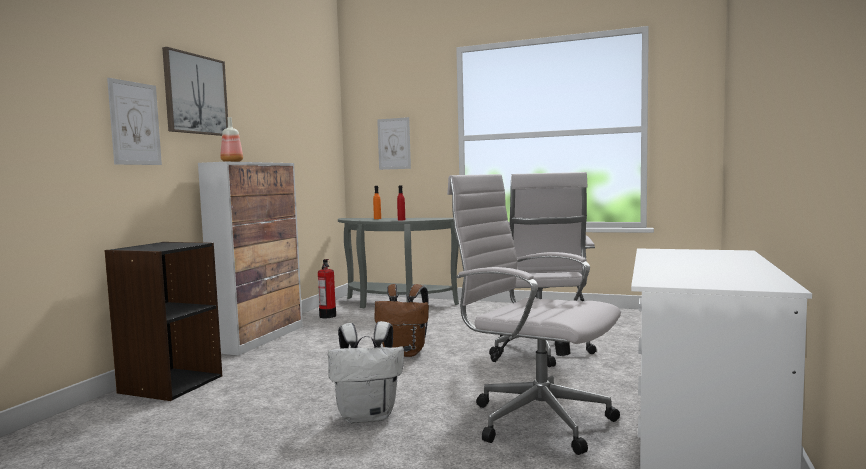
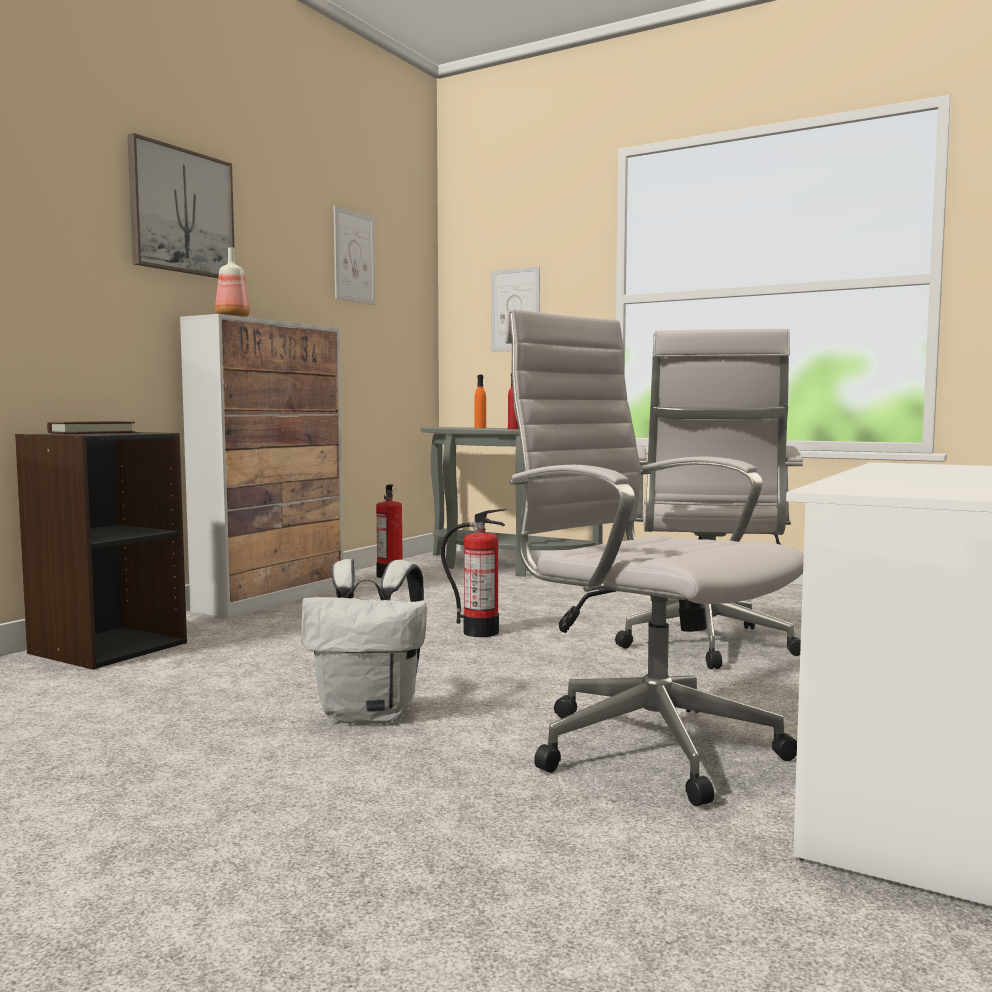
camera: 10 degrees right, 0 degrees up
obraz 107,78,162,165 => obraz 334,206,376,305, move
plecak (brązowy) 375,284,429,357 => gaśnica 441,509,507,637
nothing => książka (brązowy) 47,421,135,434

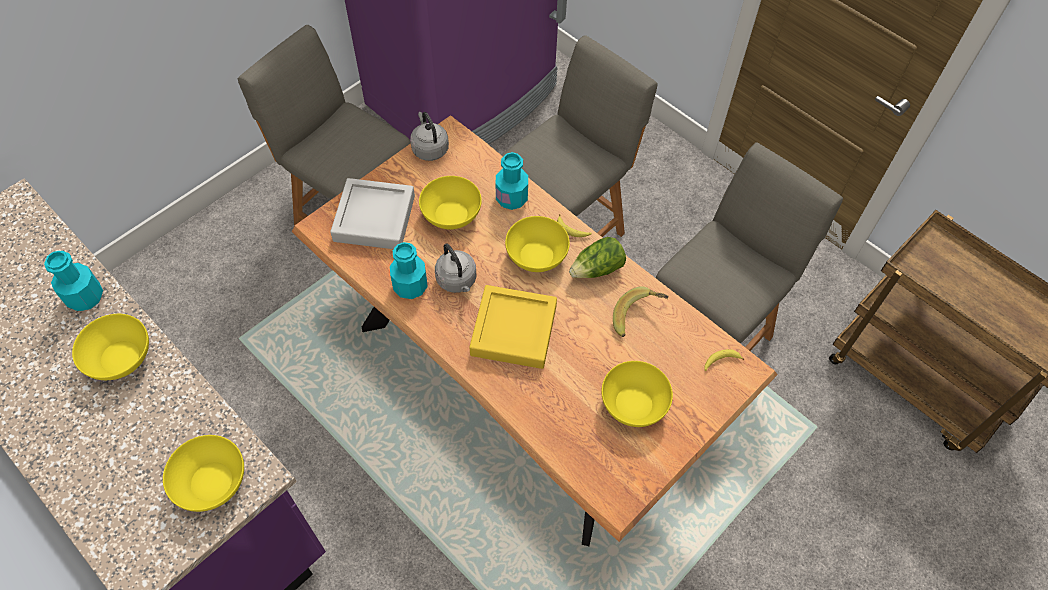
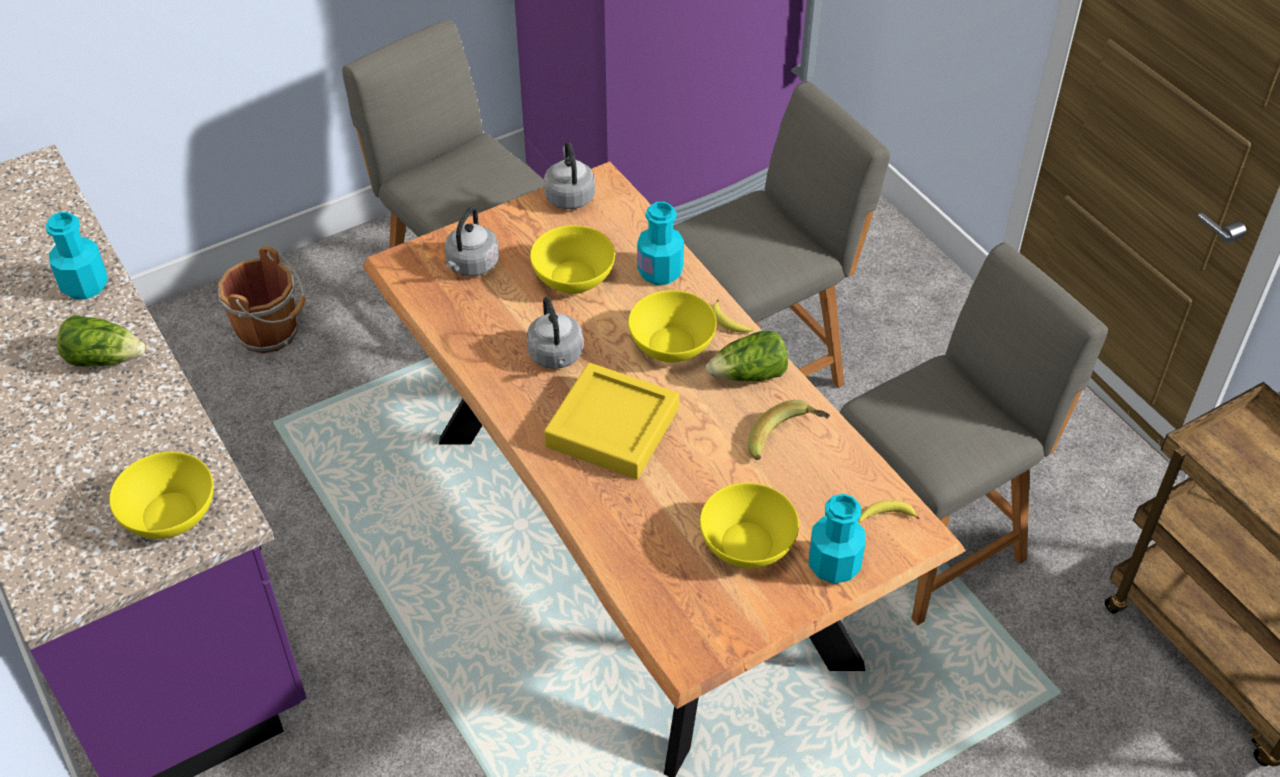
camera: 15 degrees right, 10 degrees down
taca (szary) 330,178,415,249 => czajnik (szary) 445,207,499,276
butelka (turkusowy) 390,242,428,299 => butelka (turkusowy) 809,494,865,584, move
miska (żółty) 72,314,149,380 => sałata 57,315,146,367
nothing => wiadro (brązowy) 218,246,306,353

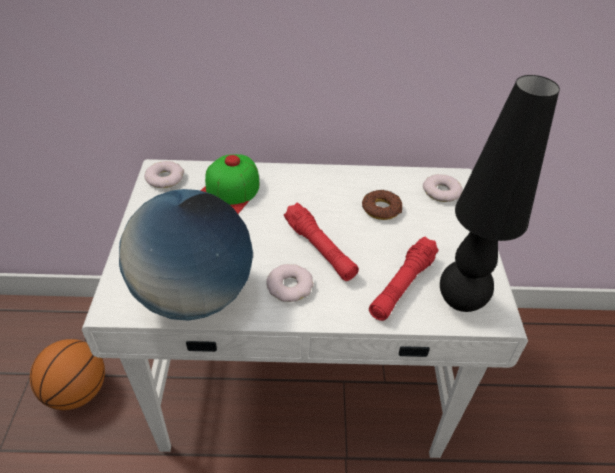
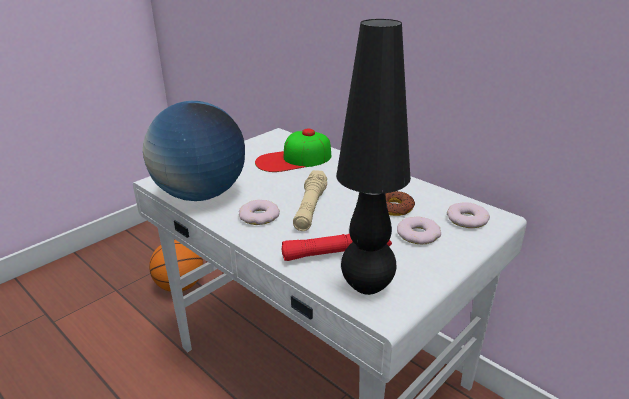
camera: 45 degrees right, 15 degrees down
donut 144,161,184,188 => donut 397,216,441,244, move
latarka (czerwony) 284,203,359,281 => latarka (beżowy) 293,170,327,231

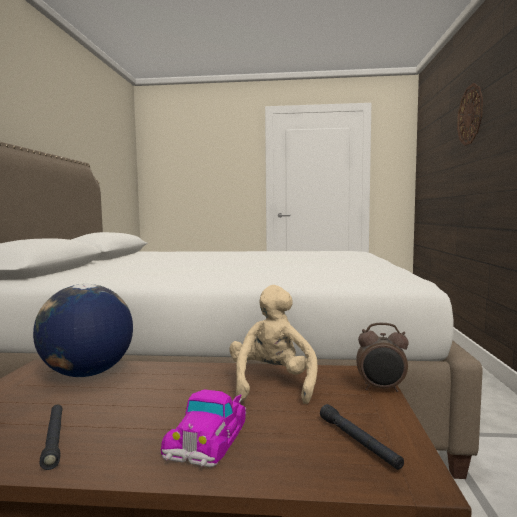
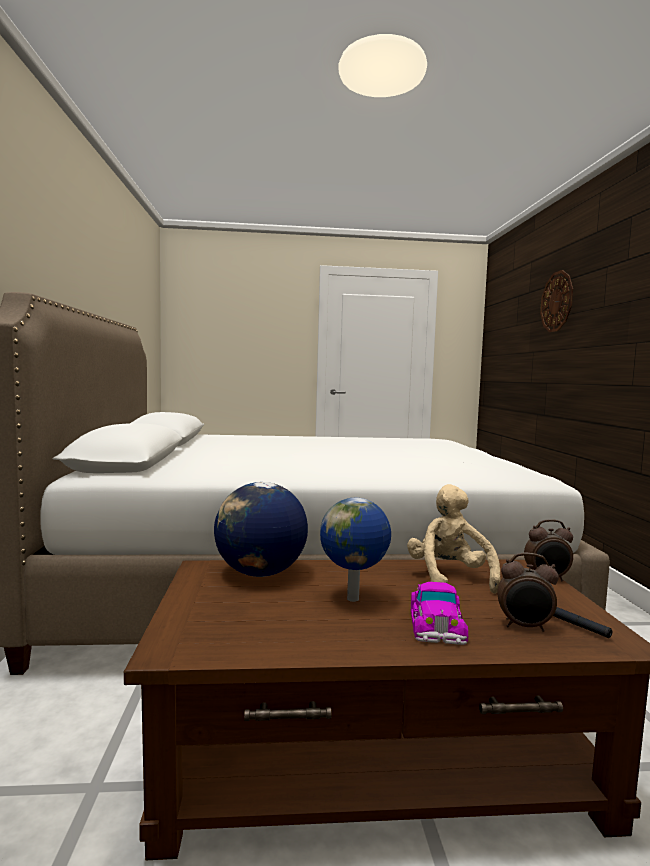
camera: 10 degrees left, 0 degrees up
latarka (czarny) 39,405,63,470 => nothing
nothing => globus 320,498,391,602
nothing => budzik 497,553,559,632

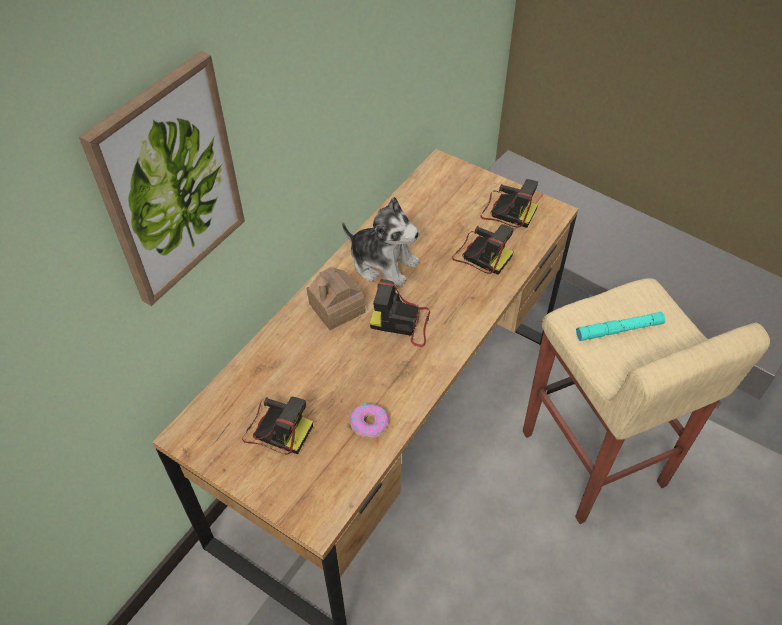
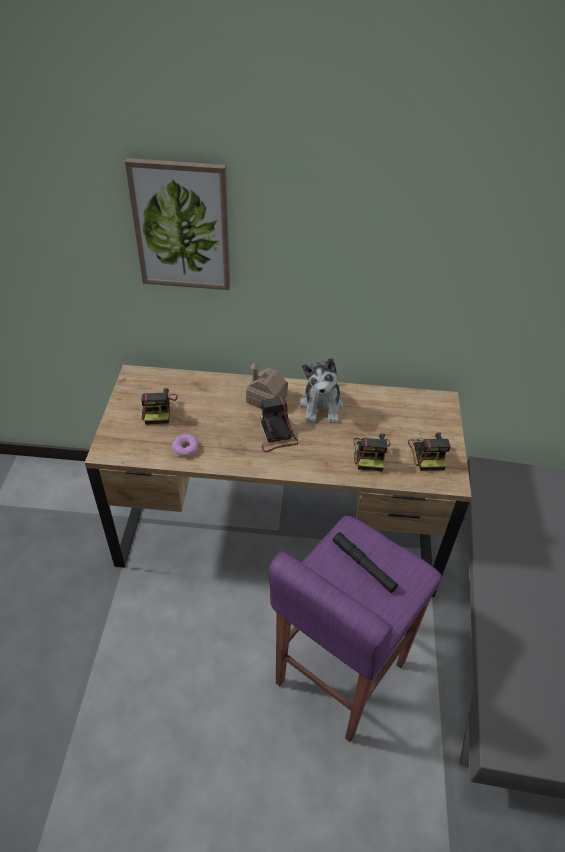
camera: 60 degrees right, 5 degrees down
stołek (beżowy) 523,278,770,524 => stołek (fioletowy) 268,516,442,742
latarka (turkusowy) 576,312,665,341 => latarka (czarny) 332,532,398,593

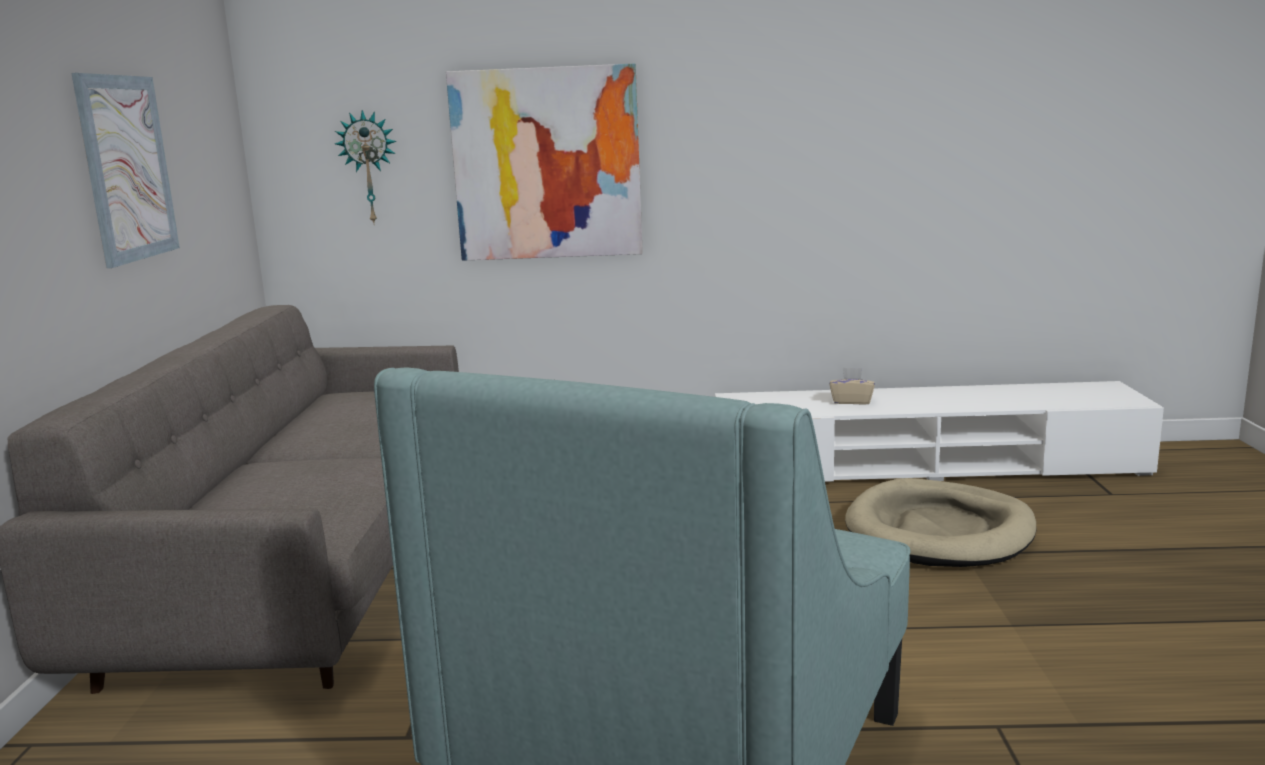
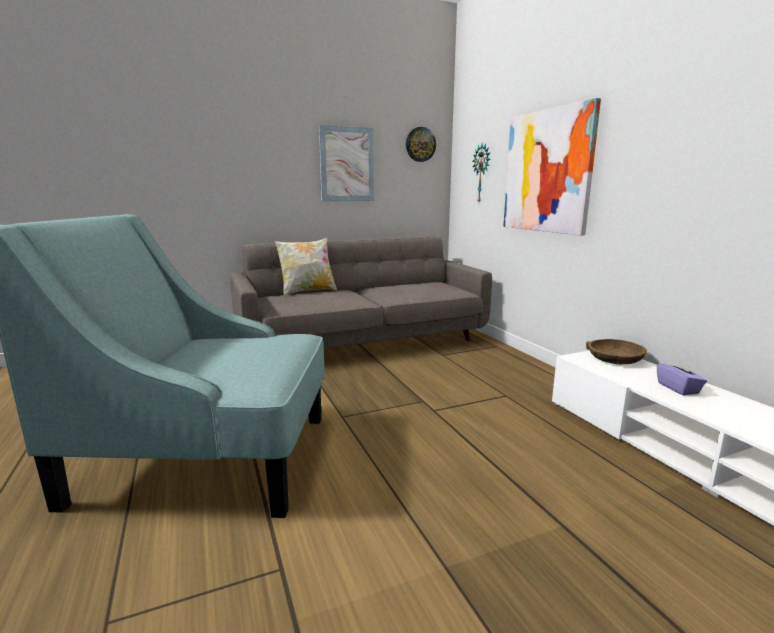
camera: 65 degrees right, 0 degrees up
pudełko chusteczek (beżowy) 830,367,875,405 => pudełko chusteczek (fioletowy) 657,357,707,395
legowisko (beżowy) 845,478,1036,567 => nothing
nothing => zegar ścienny 406,127,436,162
nothing => poduszka 274,238,337,296
nothing => miska (brązowy) 586,339,647,364

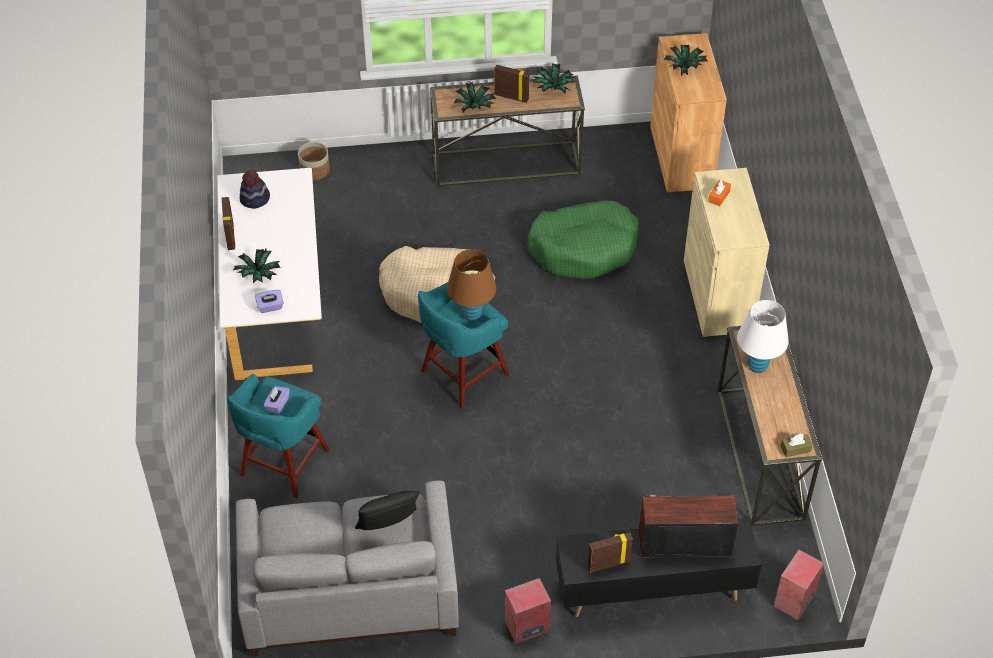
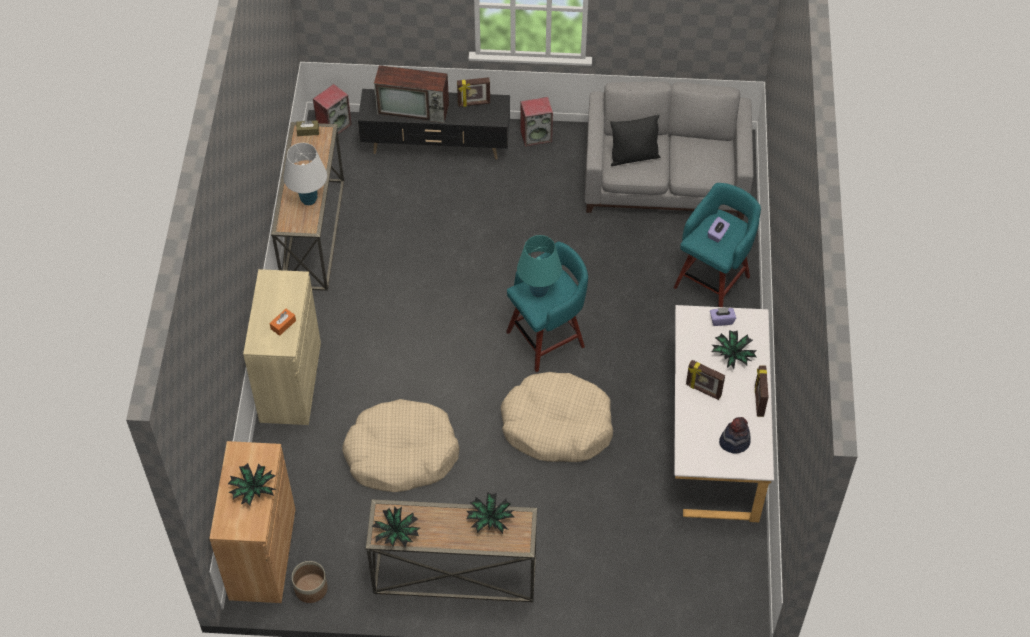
camera: 170 degrees left, 5 degrees up
ramka na zdjęcie 494,65,530,103 => ramka na zdjęcie 686,360,725,400, move
donica 298,142,330,180 => donica 292,561,328,603, move
legowisko (zielony) 527,200,639,279 => legowisko (beżowy) 342,399,460,492
lampa stołowa (brązowy) 447,249,496,322 => lampa stołowa (turkusowy) 517,235,562,297

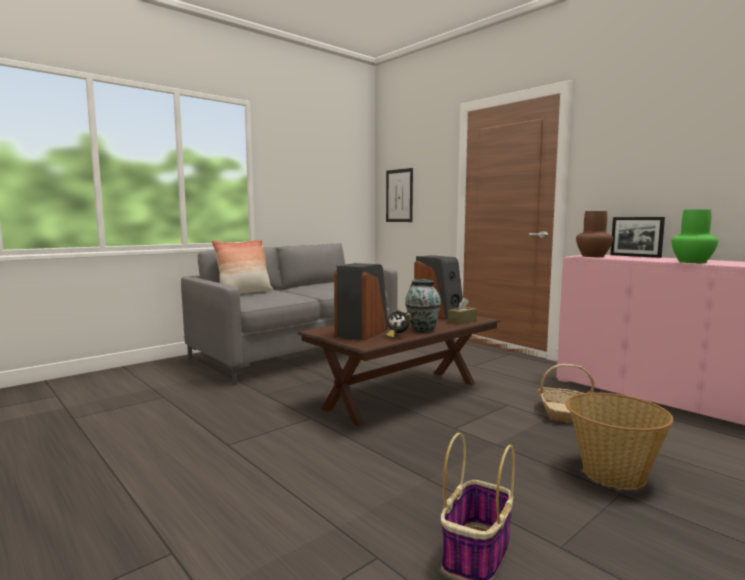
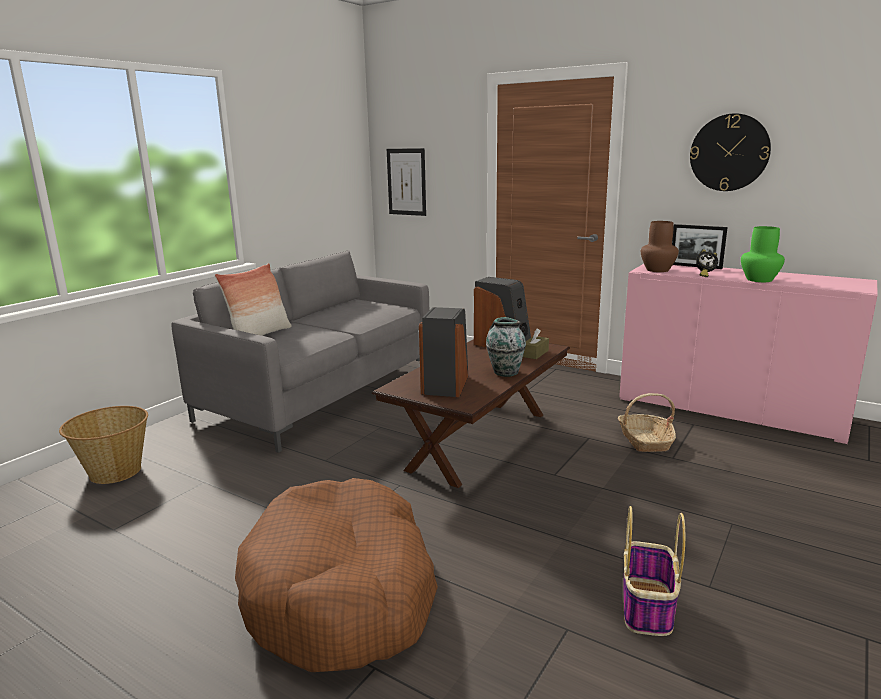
camera: 15 degrees left, 10 degrees up
budzik 386,309,411,339 => budzik 696,250,718,277, move
koszyk 565,392,674,489 => koszyk 59,406,148,484, move
nothing => zegar ścienny 690,113,771,191
nothing => legowisko (brązowy) 235,478,438,672

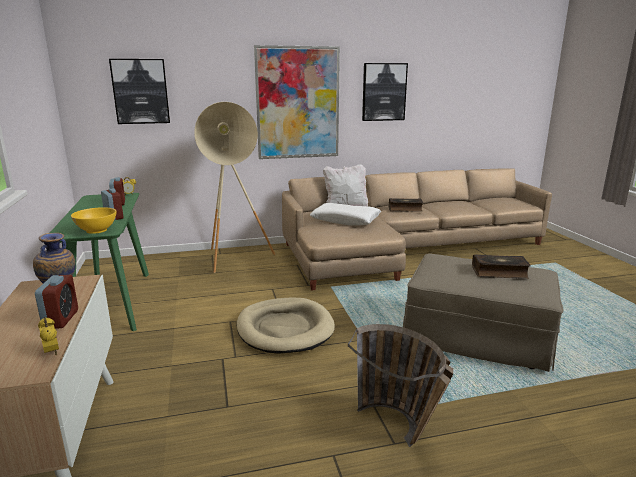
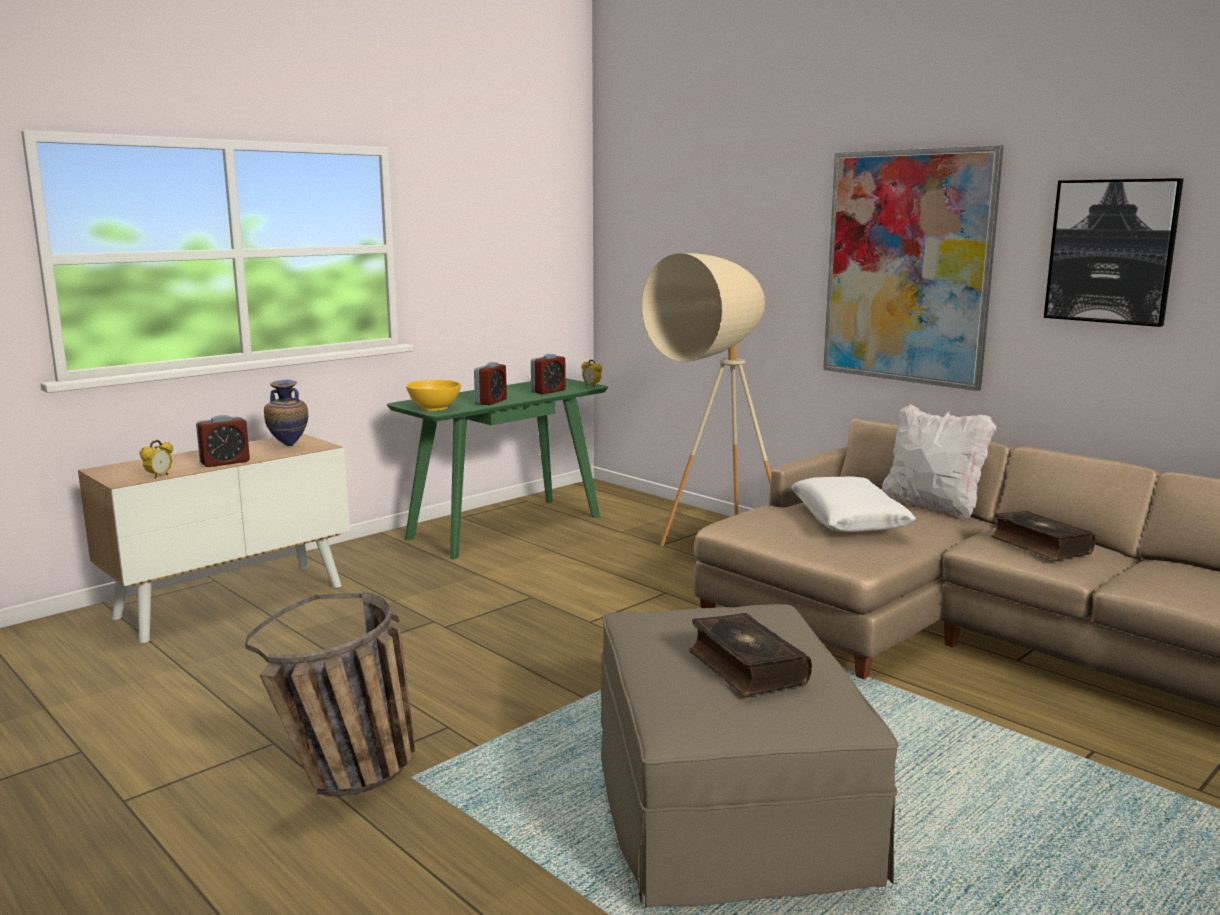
camera: 60 degrees right, 5 degrees down
obraz 109,59,170,124 => nothing
legowisko (beżowy) 237,298,335,354 => nothing

